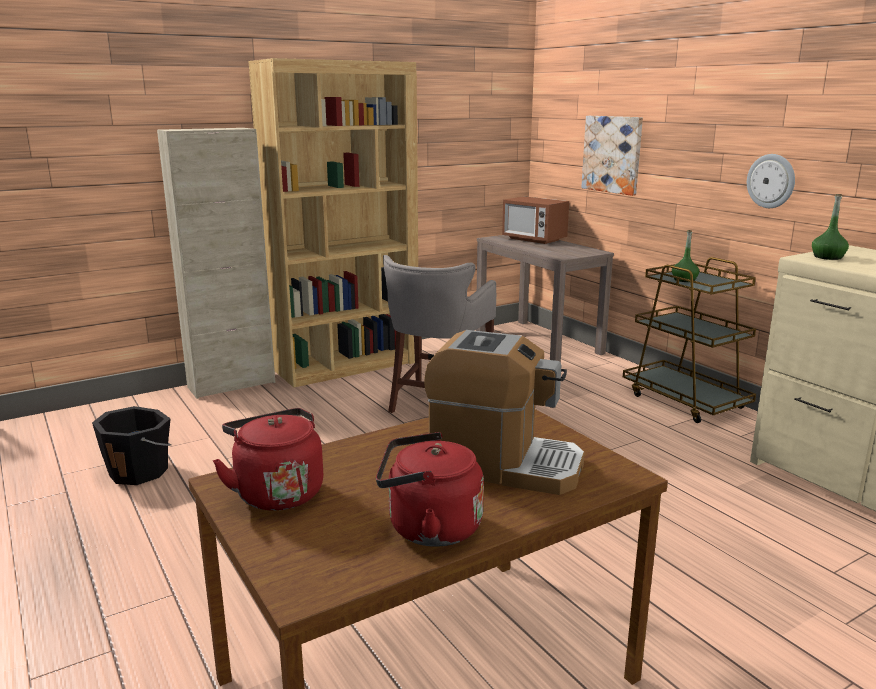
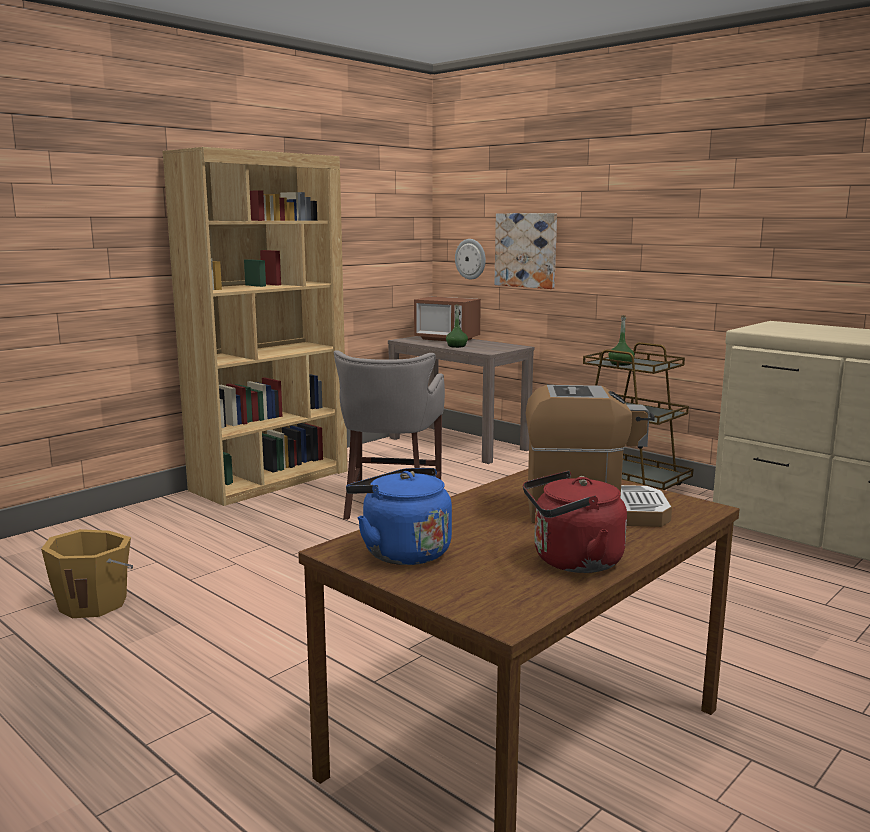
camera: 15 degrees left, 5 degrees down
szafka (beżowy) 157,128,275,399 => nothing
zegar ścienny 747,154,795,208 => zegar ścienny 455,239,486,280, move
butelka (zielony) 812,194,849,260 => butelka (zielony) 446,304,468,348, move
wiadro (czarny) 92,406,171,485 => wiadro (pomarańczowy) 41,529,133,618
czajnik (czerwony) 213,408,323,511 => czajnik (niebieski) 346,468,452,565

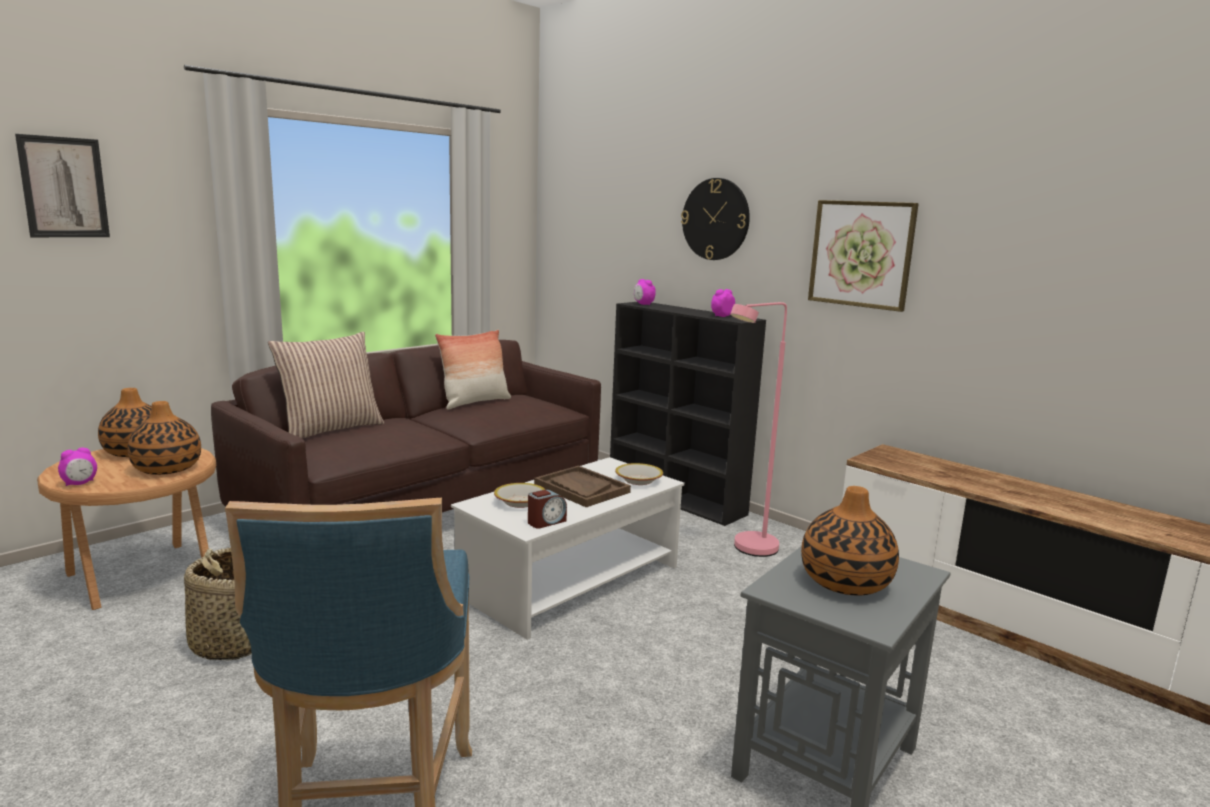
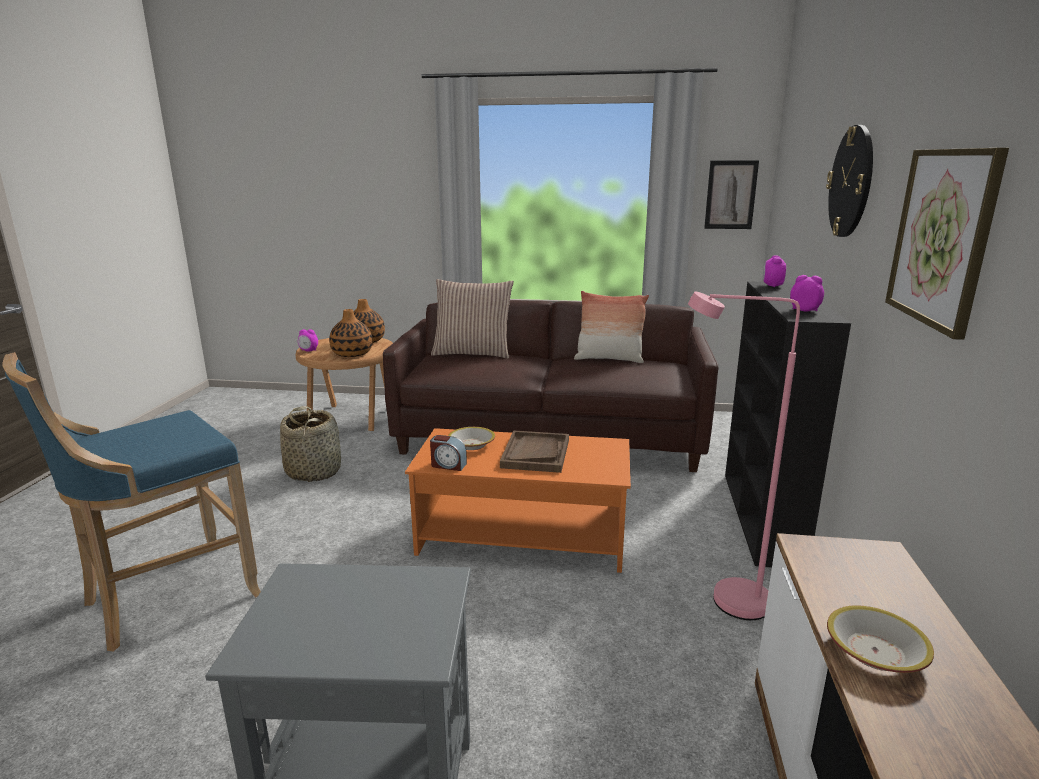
camera: 55 degrees right, 5 degrees up
obraz 15,134,110,237 => obraz 704,160,759,229, move
ława (biały) 451,457,685,640 => ława (pomarańczowy) 405,428,631,573
miska 615,463,663,485 => miska 827,605,934,673, move
wazon 801,486,899,596 => nothing

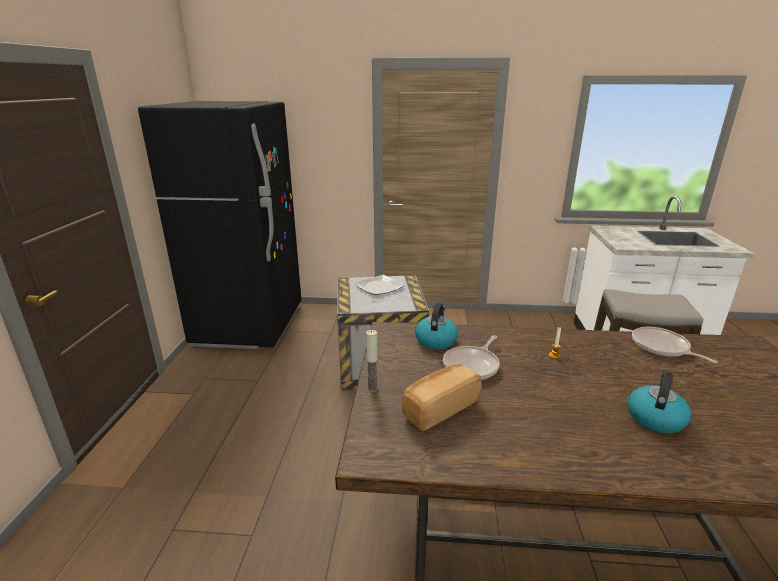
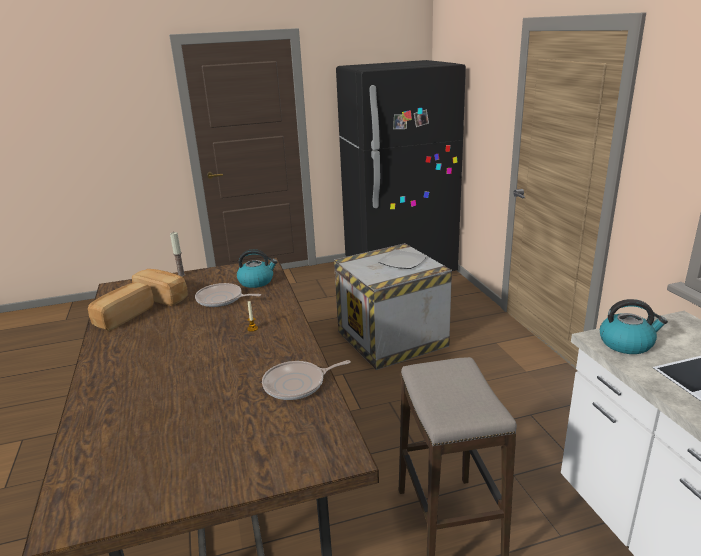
camera: 70 degrees right, 0 degrees up
patelnia 632,327,717,363 => patelnia 262,360,351,400, 150 degrees counterclockwise
czajnik 628,371,691,434 => czajnik 600,299,668,354, move
nothing => chleb 88,282,154,331

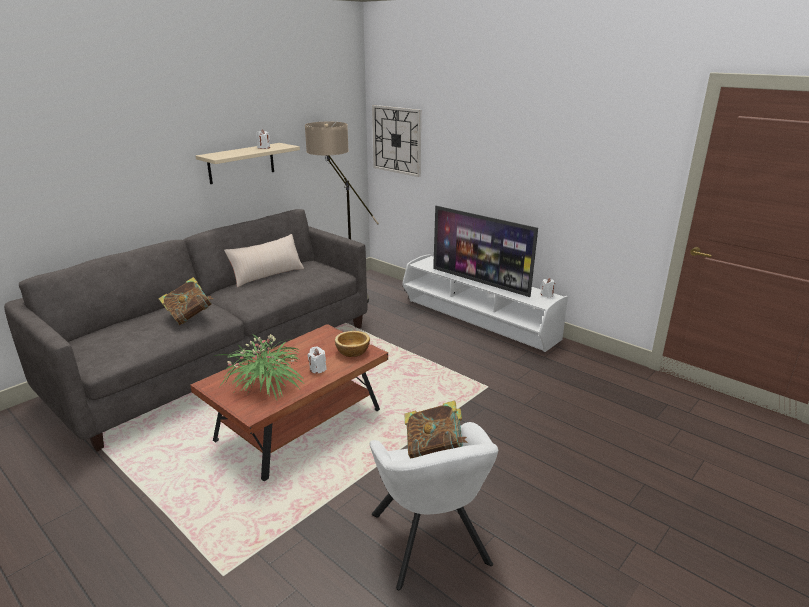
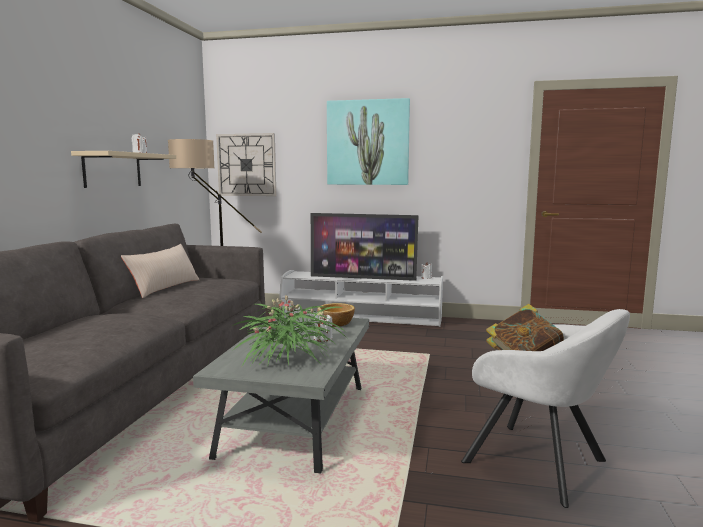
camera: 30 degrees left, 15 degrees down
książka 159,277,213,325 => nothing
ława (brązowy) 190,324,388,481 => ława (szary) 193,313,369,474
nothing => obraz 327,98,410,185

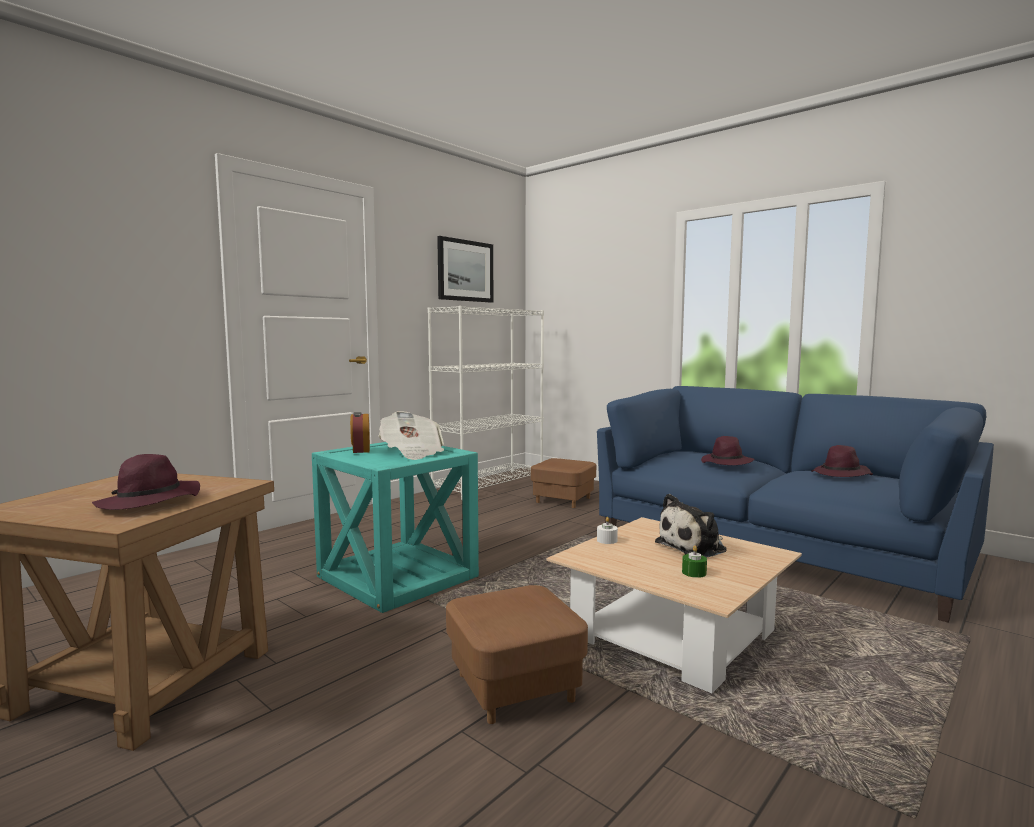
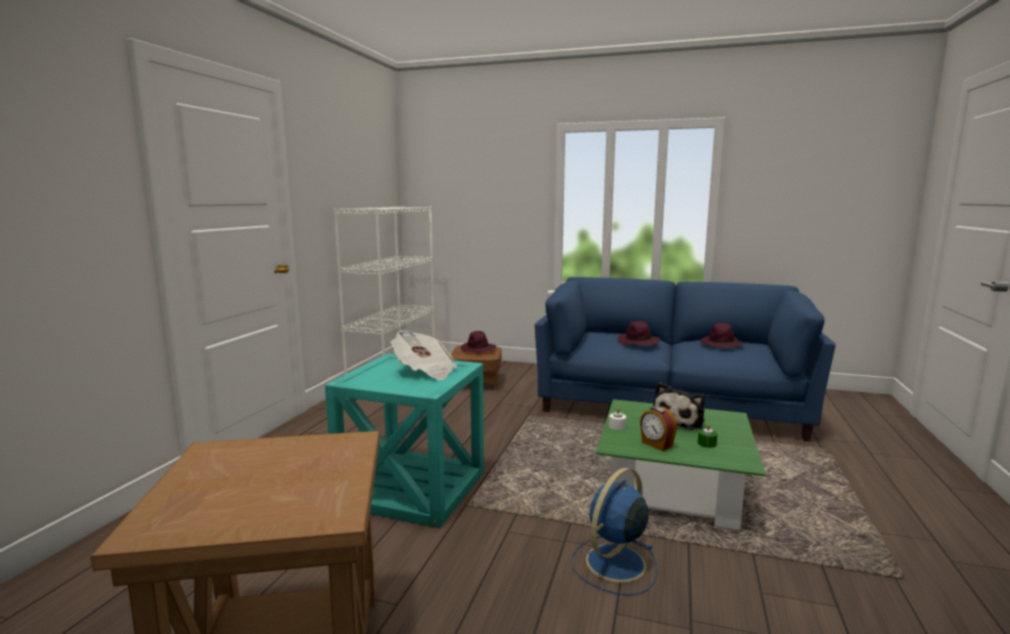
camera: 25 degrees left, 5 degrees up
obraz 437,236,493,302 => nothing
budzik 350,412,370,453 => budzik 640,406,677,451, move
kapelusz (fioletowy) 92,454,200,510 => kapelusz (fioletowy) 461,331,496,353, move
ława (beżowy) 546,517,802,693 => ława (zielony) 596,399,766,530
pufa (brązowy) 446,585,588,724 => wentylator (niebieski) 571,468,657,596

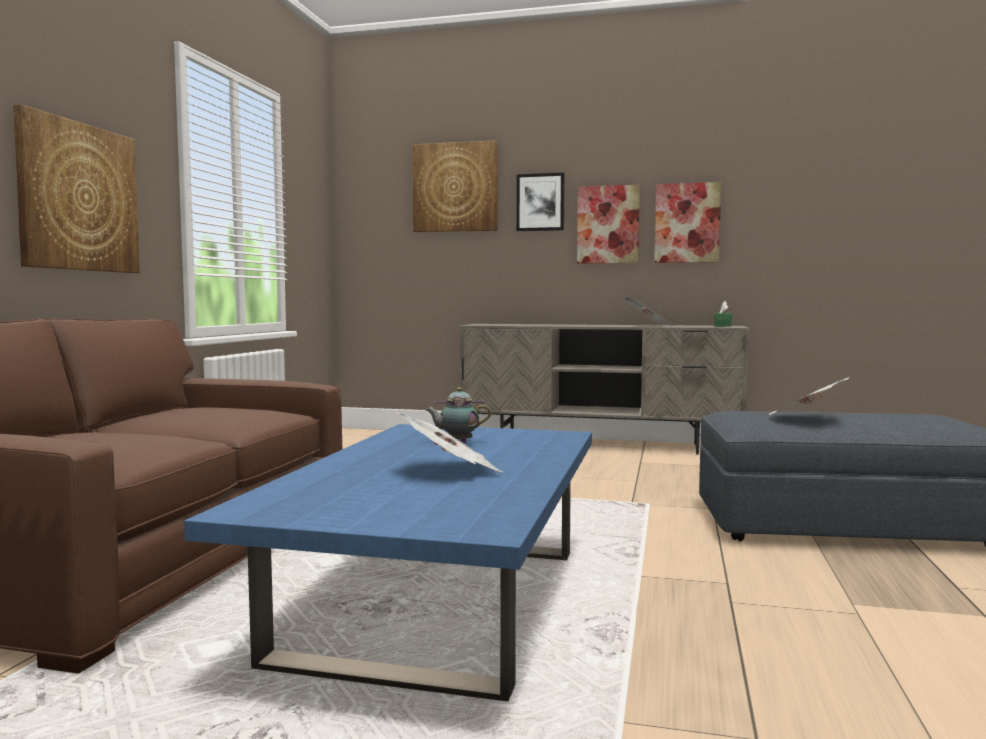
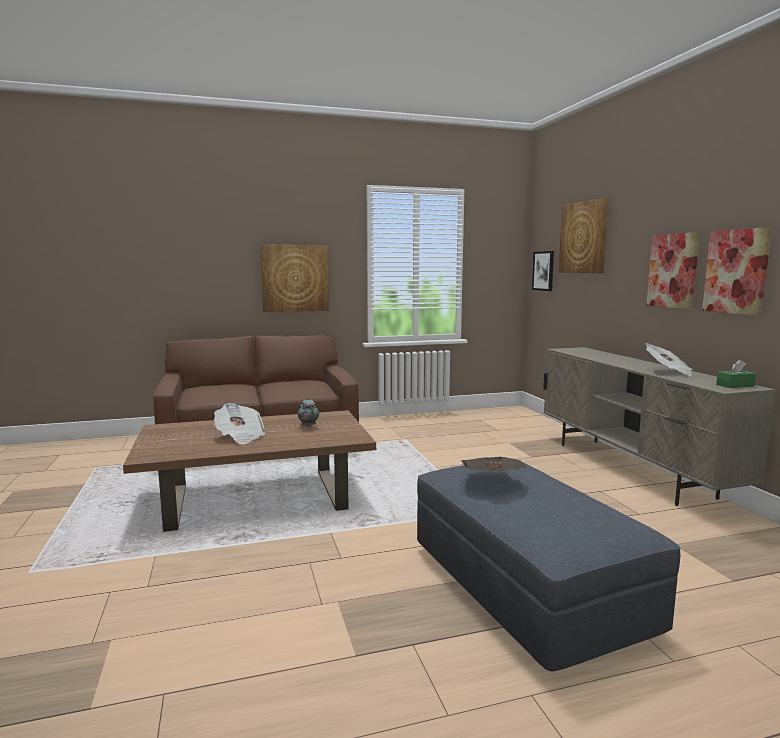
camera: 60 degrees right, 5 degrees up
obraz 516,173,565,231 => obraz 532,251,554,291, move
ława (niebieski) 184,424,592,701 => ława (brązowy) 123,410,376,532

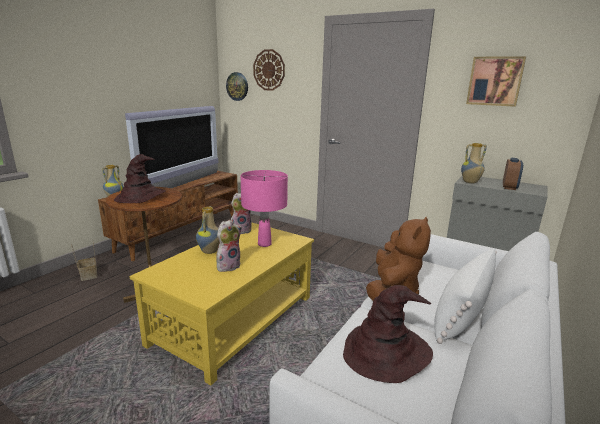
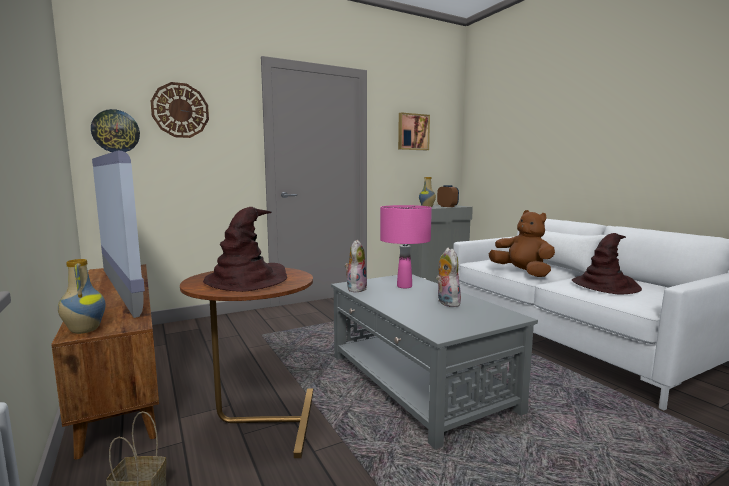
camera: 60 degrees left, 10 degrees down
wazon 196,206,220,254 => nothing
ława (żółty) 130,223,314,385 => ława (szary) 331,274,538,449

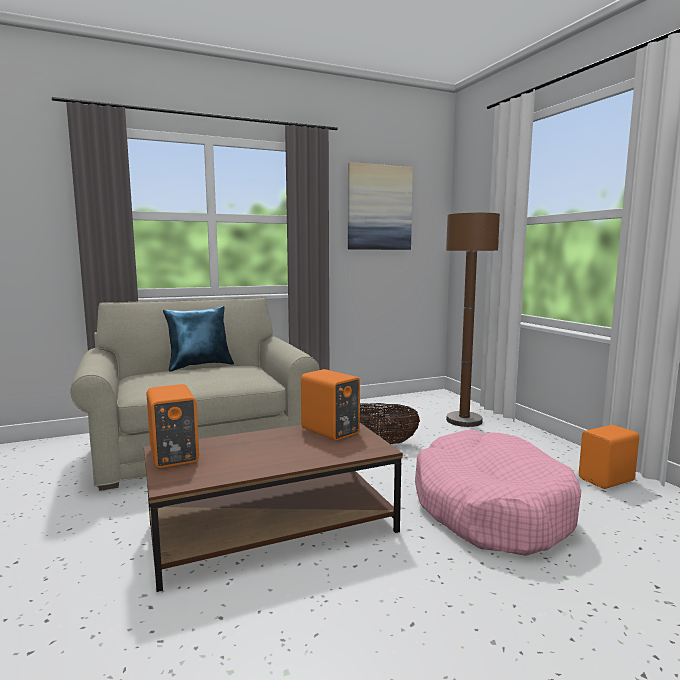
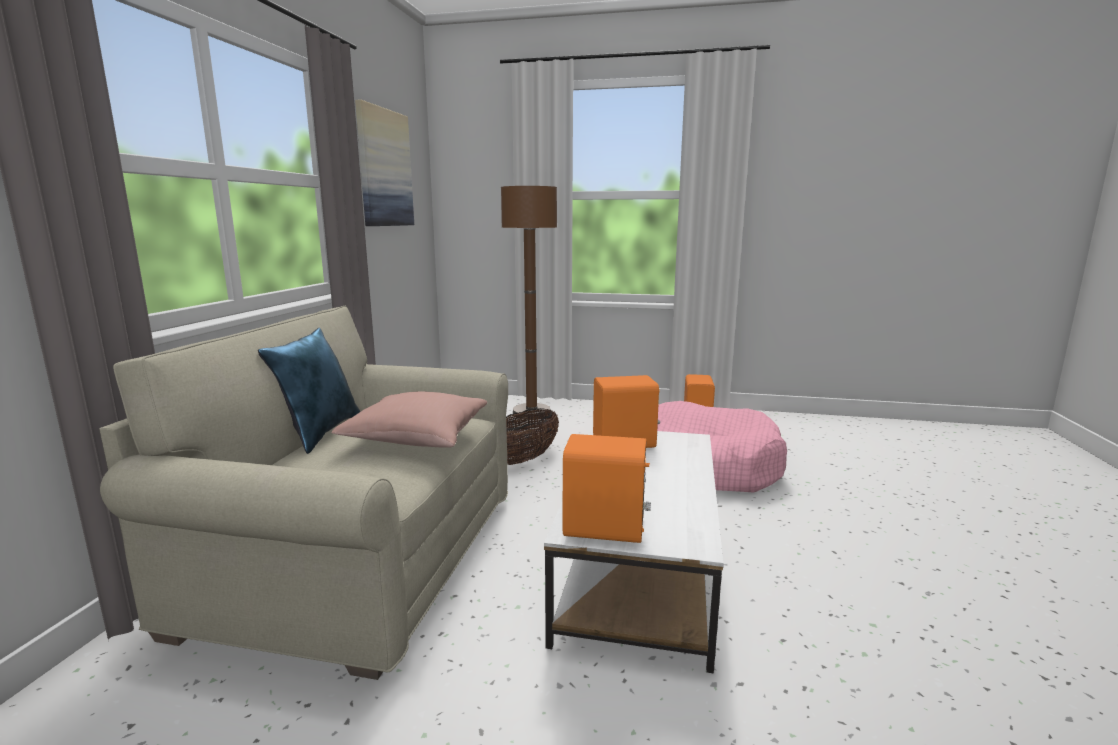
camera: 55 degrees left, 5 degrees up
ława (brązowy) 144,423,403,592 => ława (biały) 544,431,723,674
nothing => poduszka (różowy) 331,391,487,448

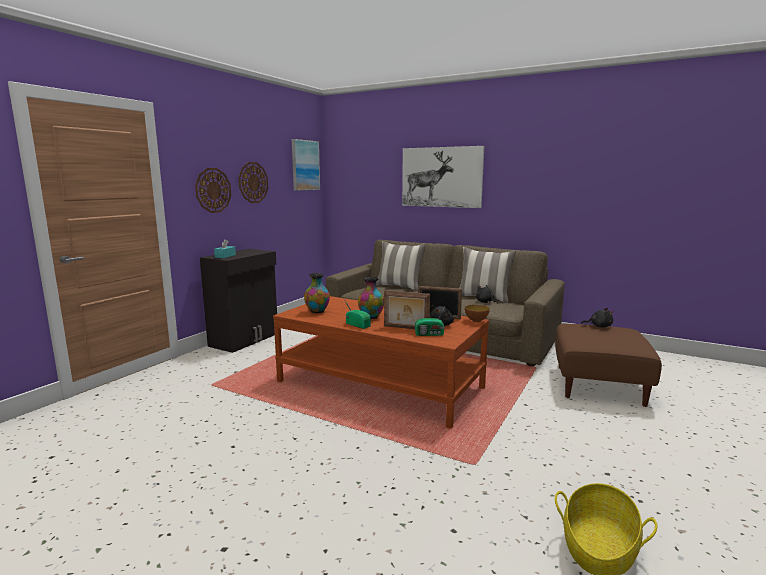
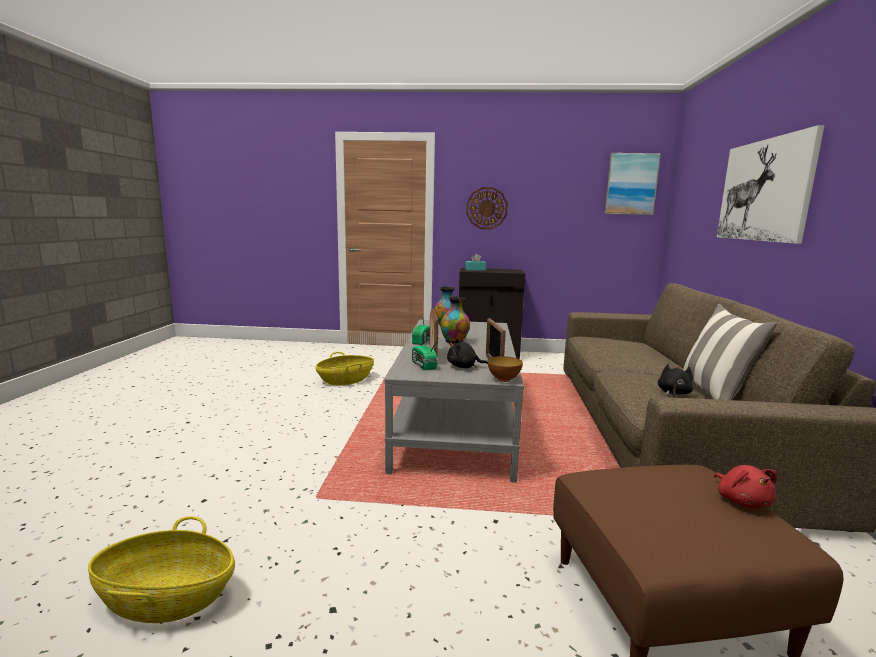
camera: 65 degrees right, 0 degrees up
zegar ścienny 238,162,268,203 => nothing
poduszka 376,241,426,291 => nothing
ława (brązowy) 273,296,489,429 => ława (szary) 384,320,524,483
pluszak (czarny) 581,308,613,327 => pluszak (czerwony) 714,465,777,508
nothing => koszyk 316,352,374,385

